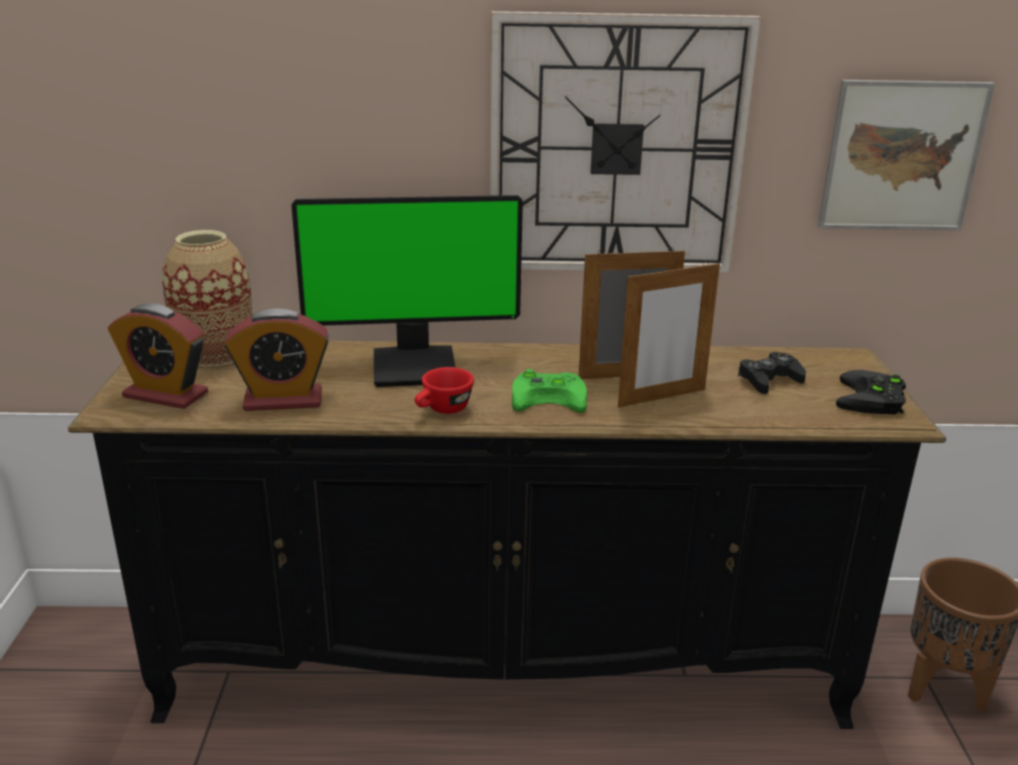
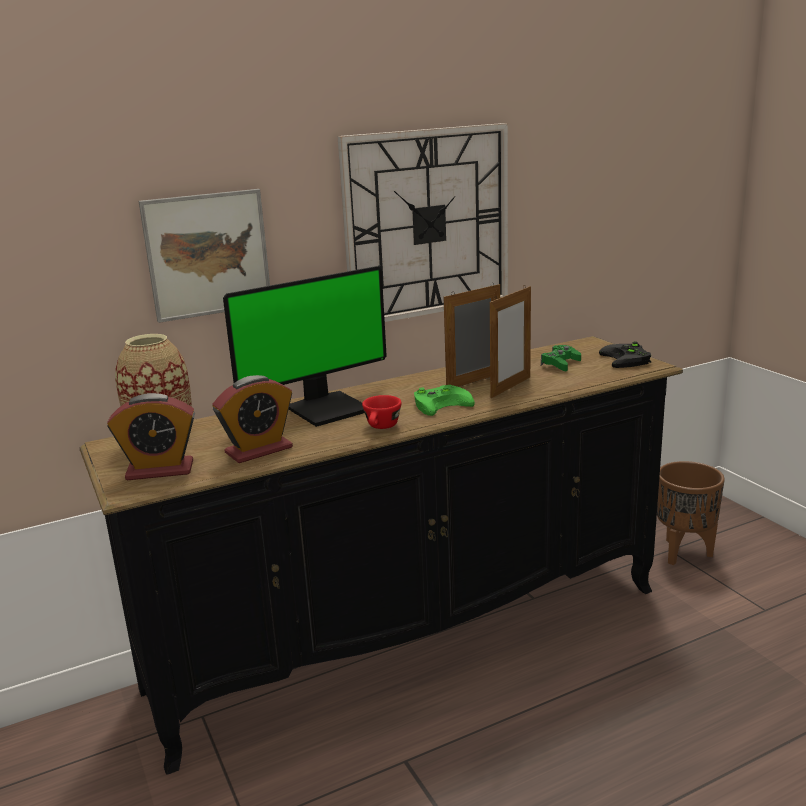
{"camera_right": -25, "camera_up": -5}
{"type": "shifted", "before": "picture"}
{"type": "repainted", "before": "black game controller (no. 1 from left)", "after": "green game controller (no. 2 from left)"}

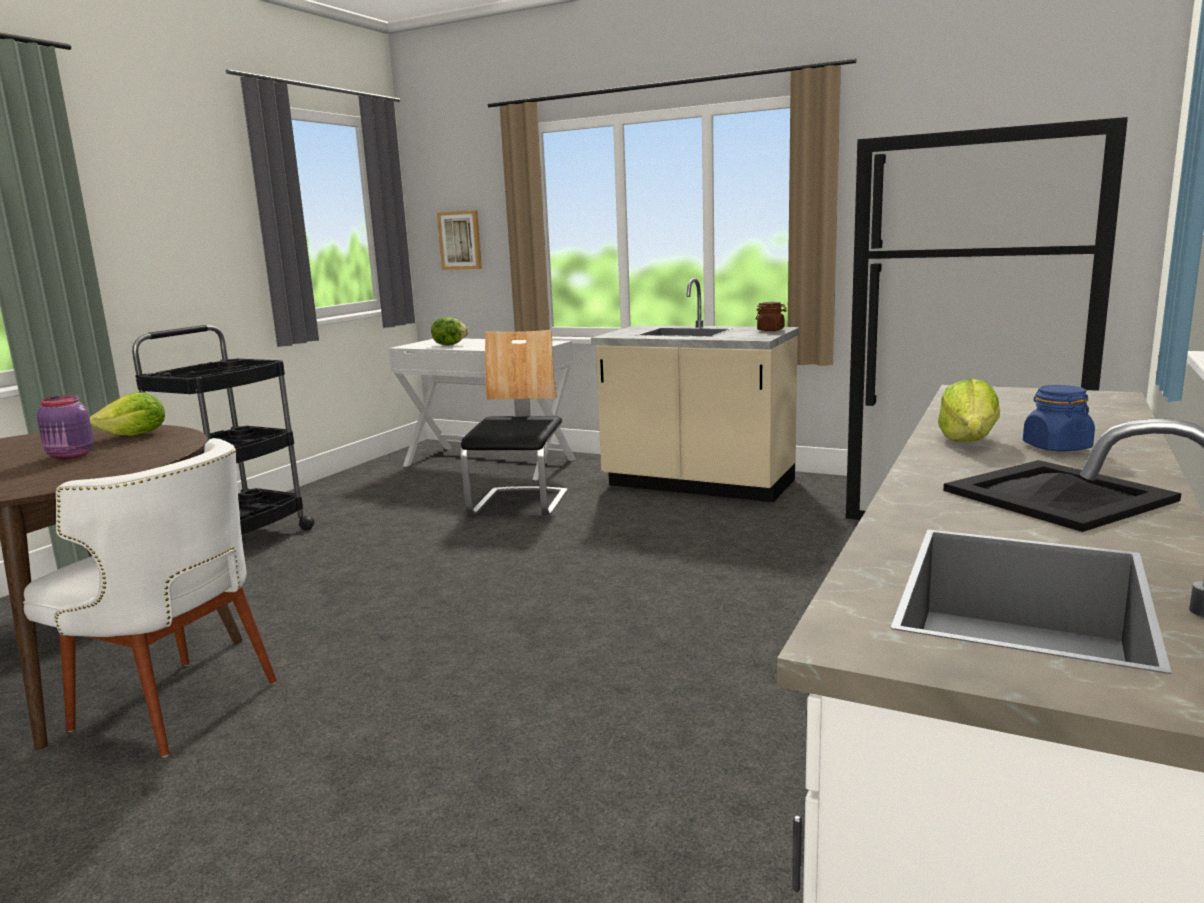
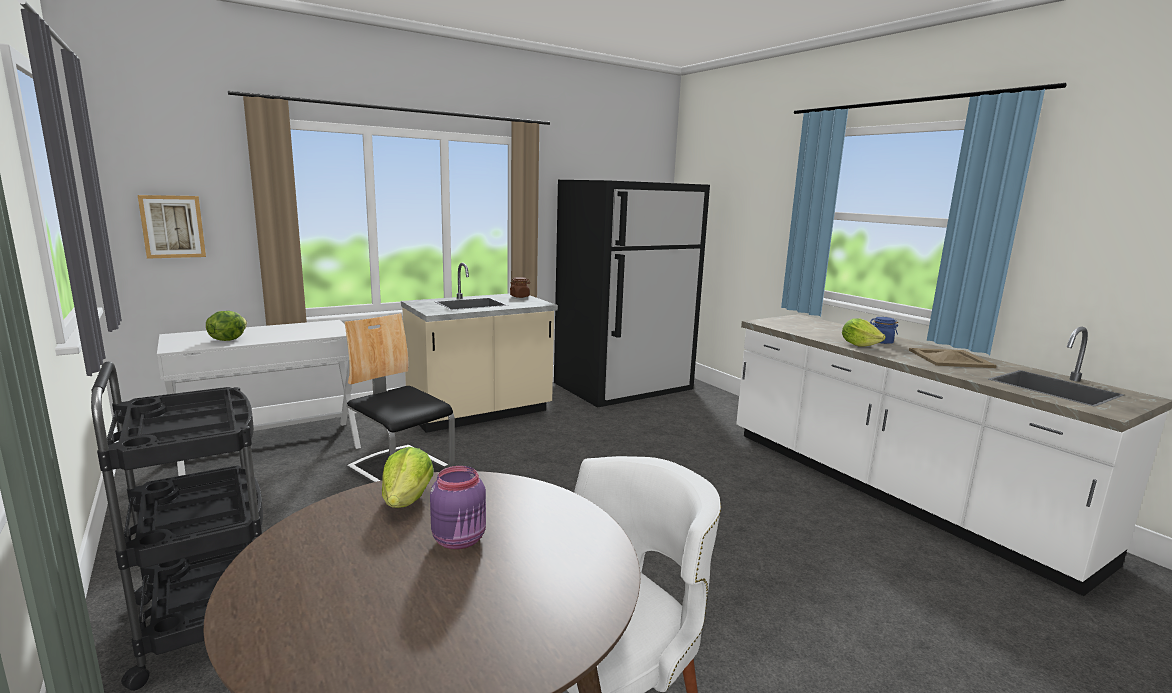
{"camera_right": -60, "camera_up": 0}
{"type": "repainted", "before": "black tray", "after": "beige tray"}

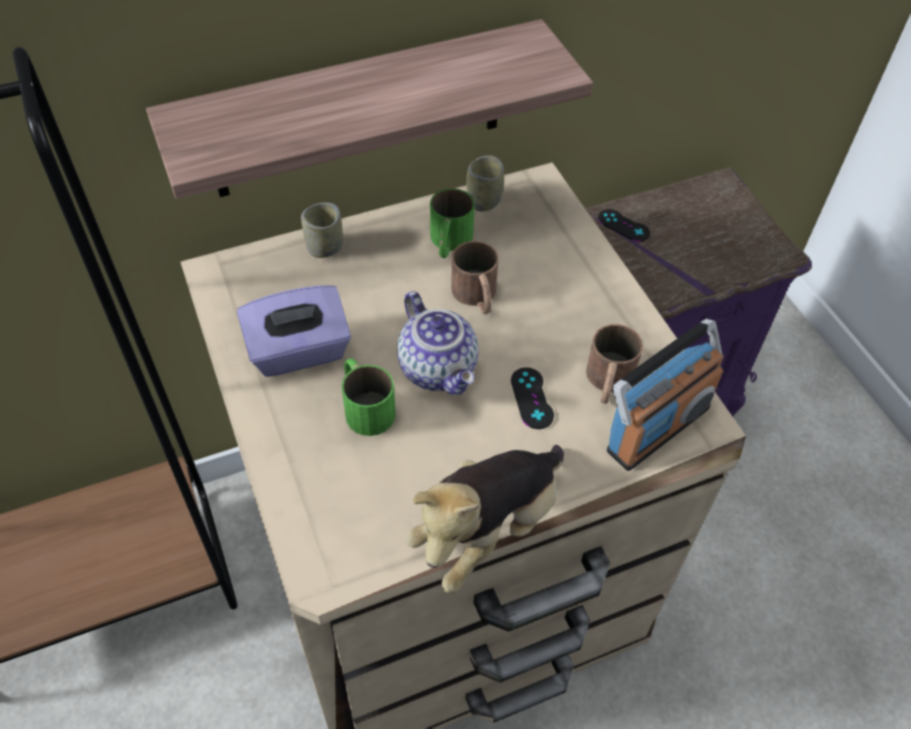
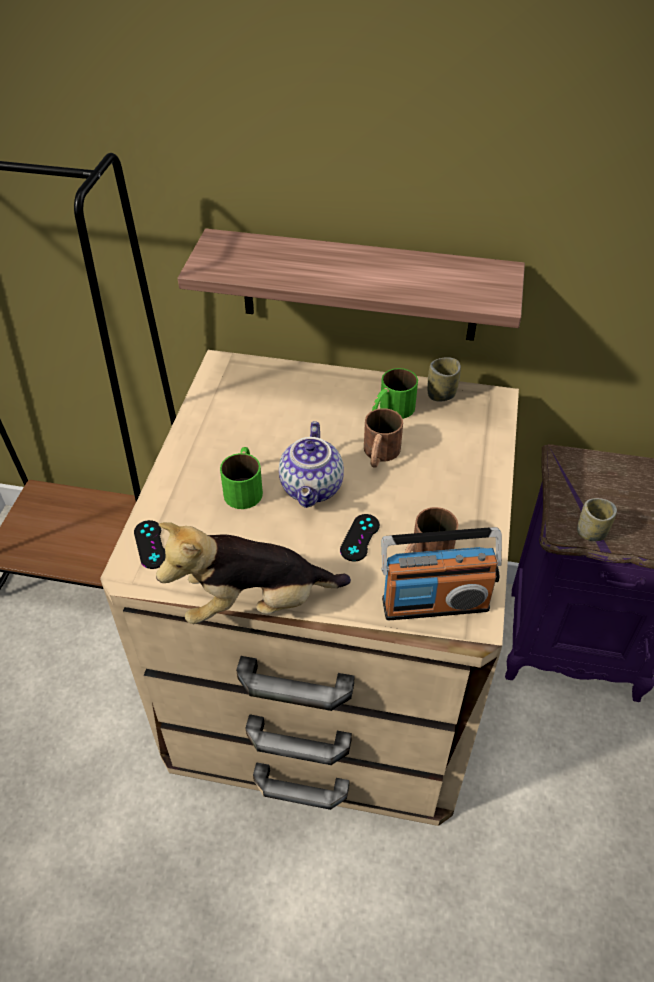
{"camera_right": 35, "camera_up": -5}
{"type": "shifted", "before": "cup (no. 1 from left in the first image)", "after": "cup (no. 2 from left)"}
{"type": "shifted", "before": "black game controller (no. 2 from left in the first image)", "after": "black game controller (no. 1 from left)"}
{"type": "gone", "before": "purple tissue box"}

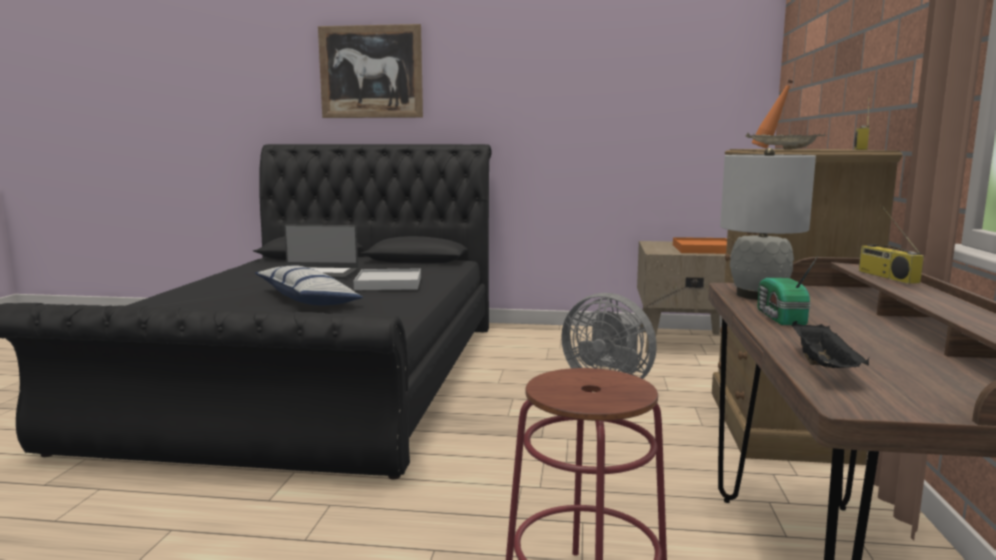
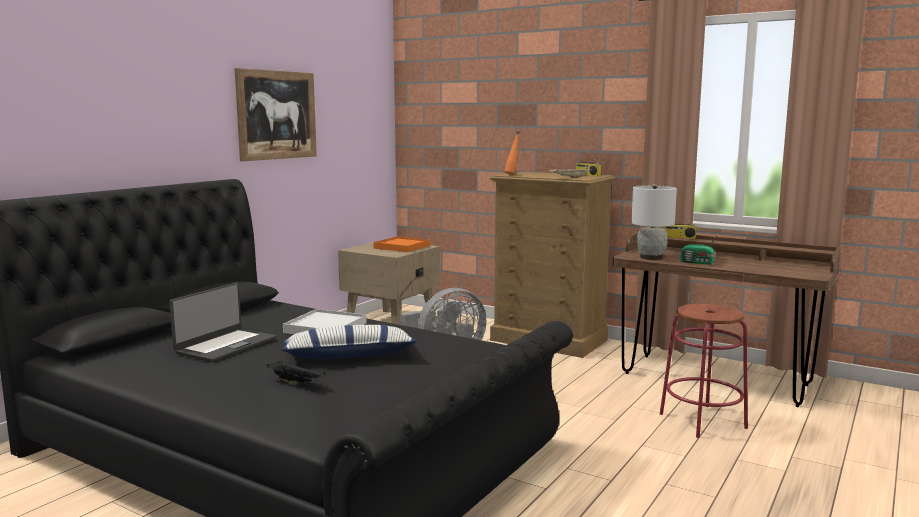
{"camera_right": -65, "camera_up": 0}
{"type": "shifted", "before": "picture"}
{"type": "shifted", "before": "black tray"}

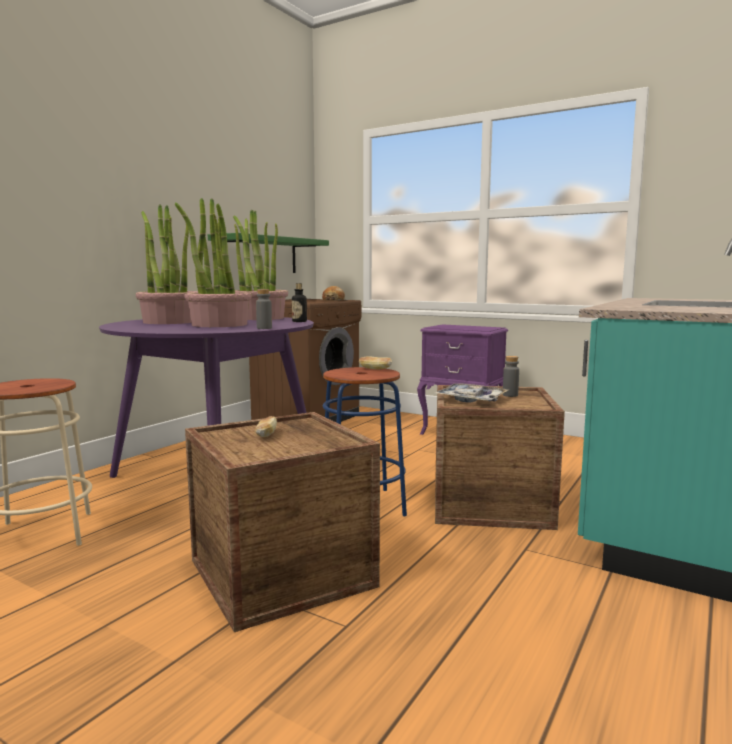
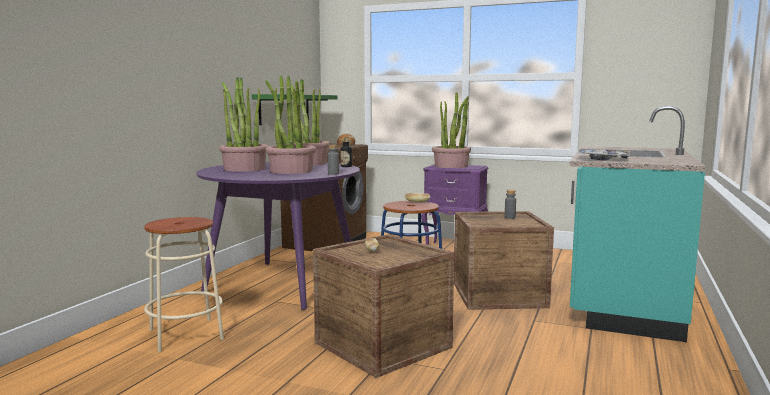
{"camera_right": -10, "camera_up": 0}
{"type": "shifted", "before": "tray"}
{"type": "new", "after": "potted plant (no. 4 from left)"}

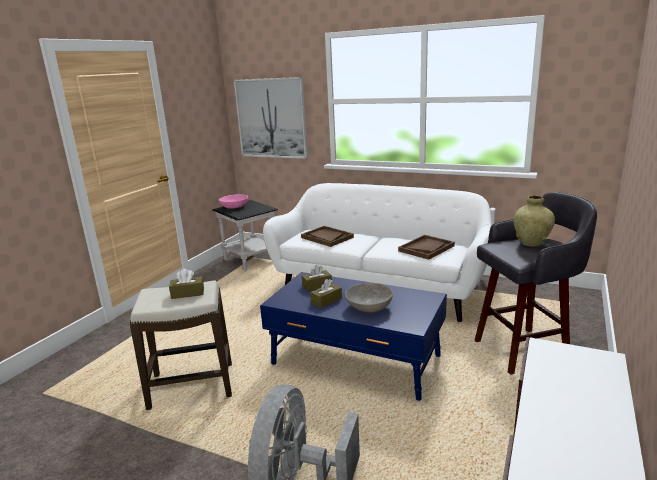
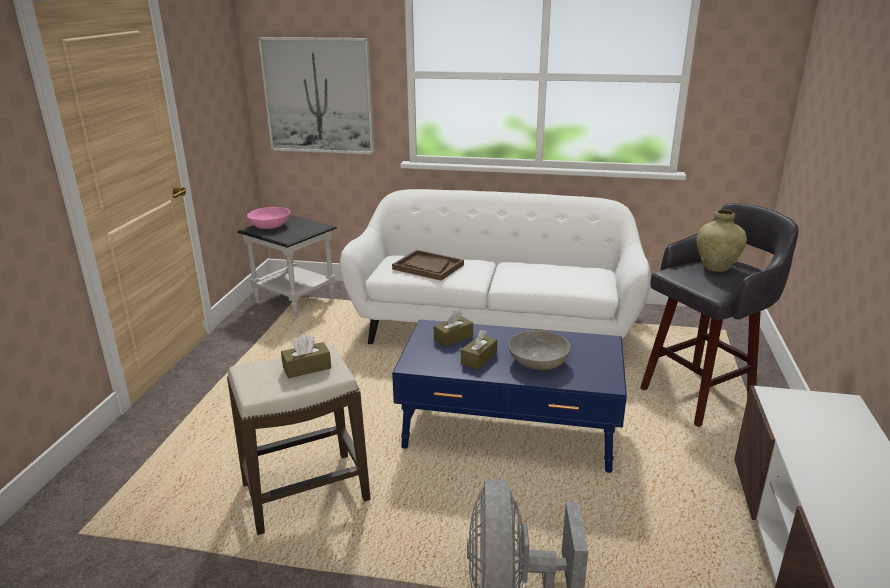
{"camera_right": -15, "camera_up": 5}
{"type": "gone", "before": "brown tray (no. 2 from left)"}

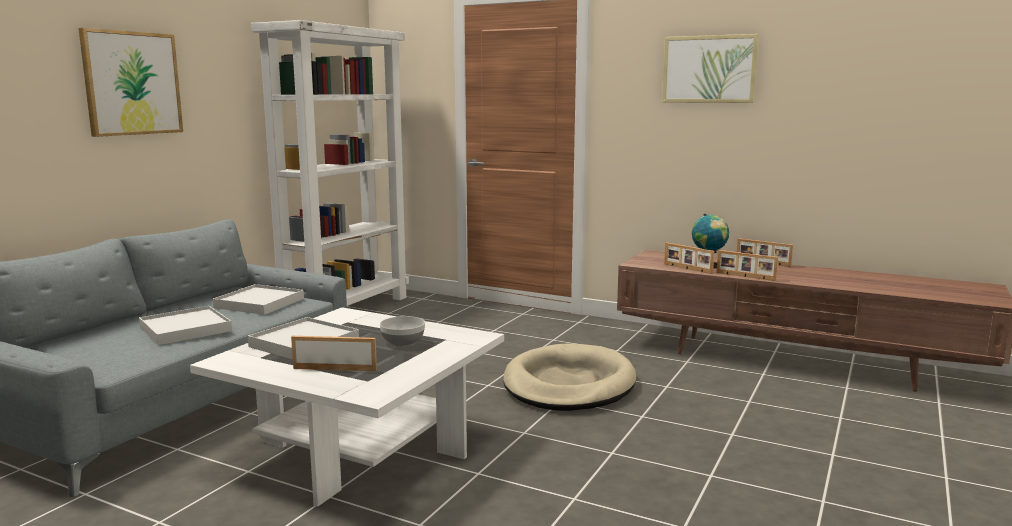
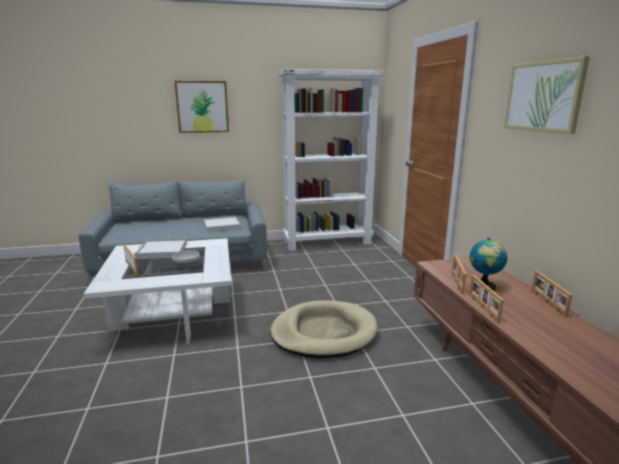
{"camera_right": 50, "camera_up": 5}
{"type": "gone", "before": "white tray (no. 1 from left)"}

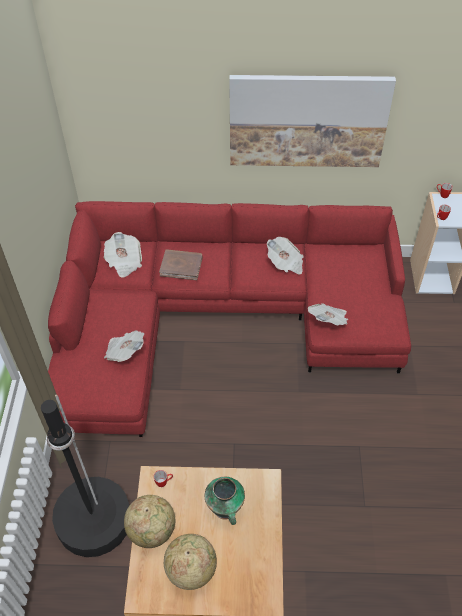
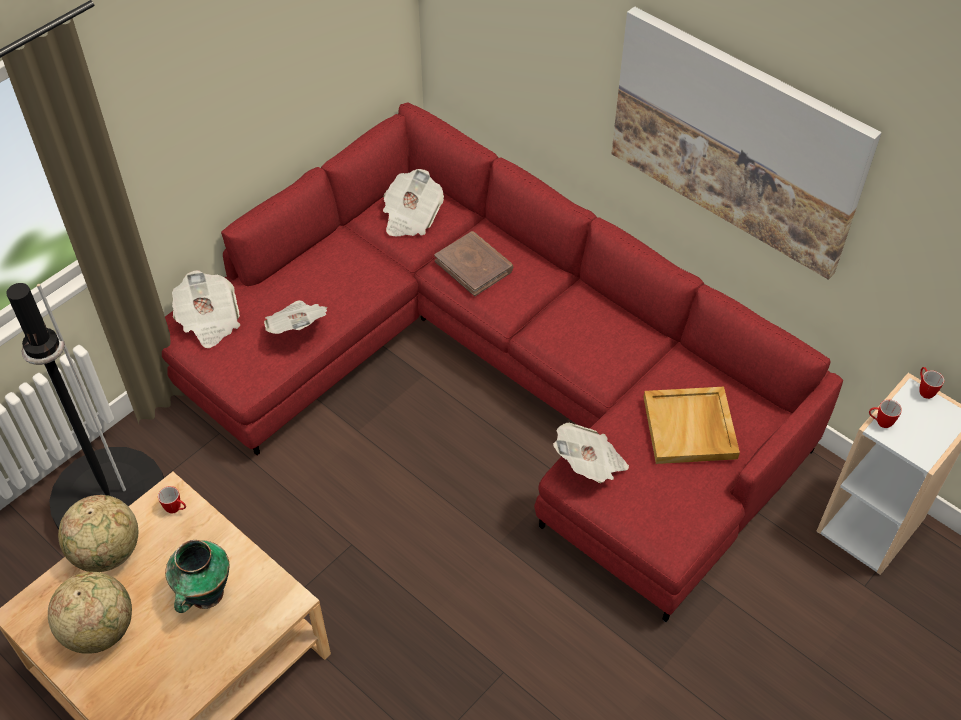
{"camera_right": 40, "camera_up": 0}
{"type": "shifted", "before": "newspaper (no. 3 from left in the first image)", "after": "newspaper (no. 1 from left)"}
{"type": "new", "after": "beige tray"}

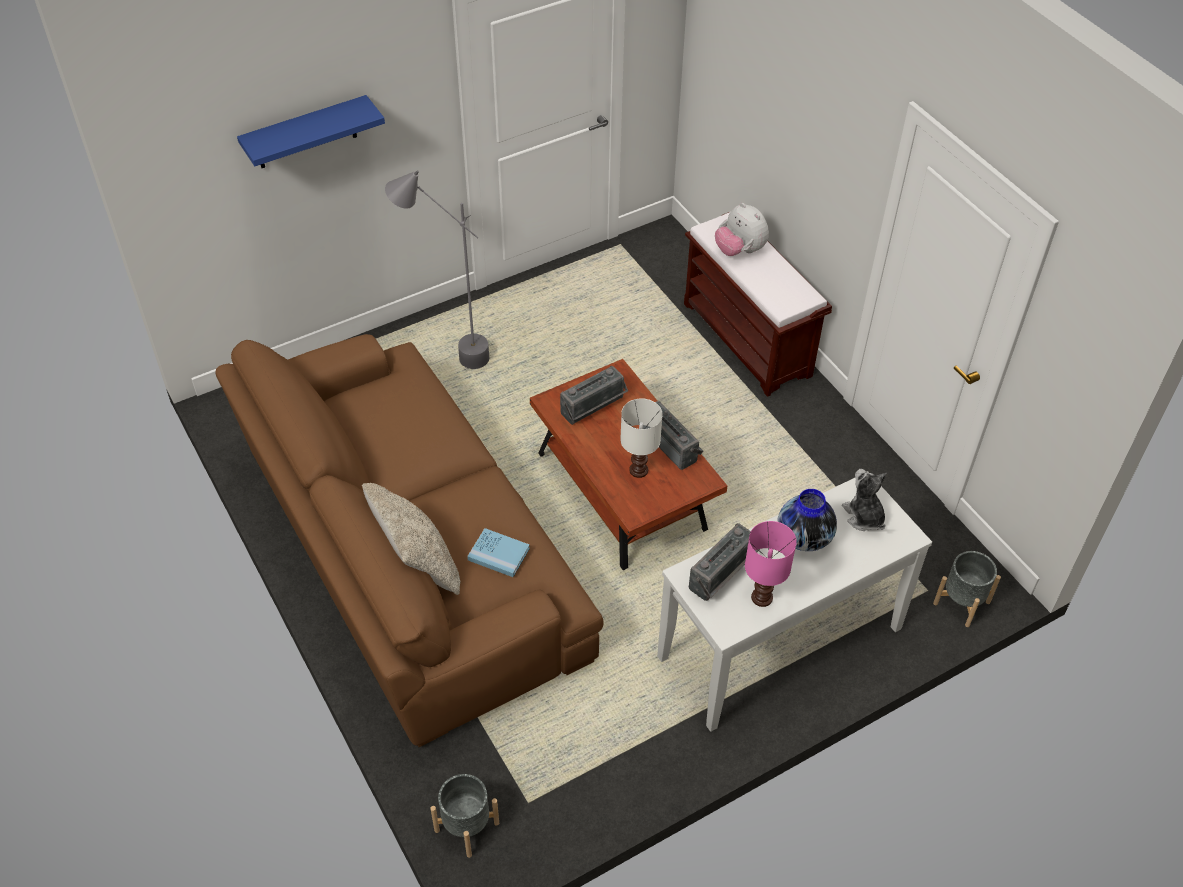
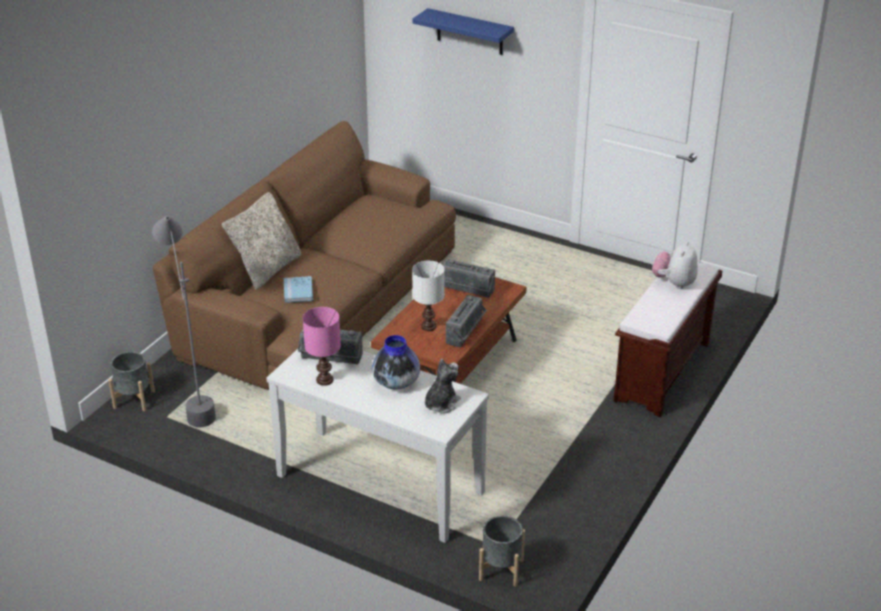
{"camera_right": 60, "camera_up": -15}
{"type": "shifted", "before": "grey floor lamp"}

